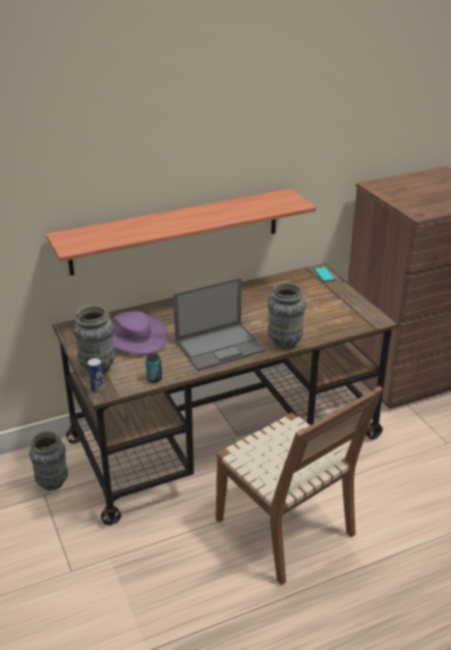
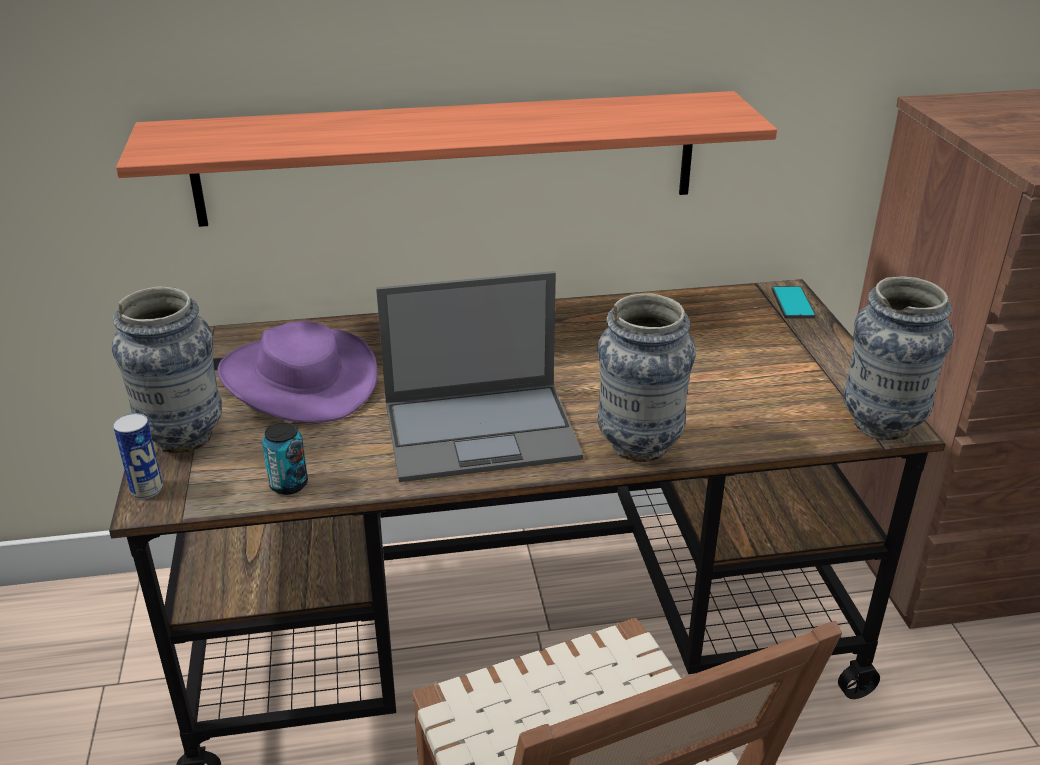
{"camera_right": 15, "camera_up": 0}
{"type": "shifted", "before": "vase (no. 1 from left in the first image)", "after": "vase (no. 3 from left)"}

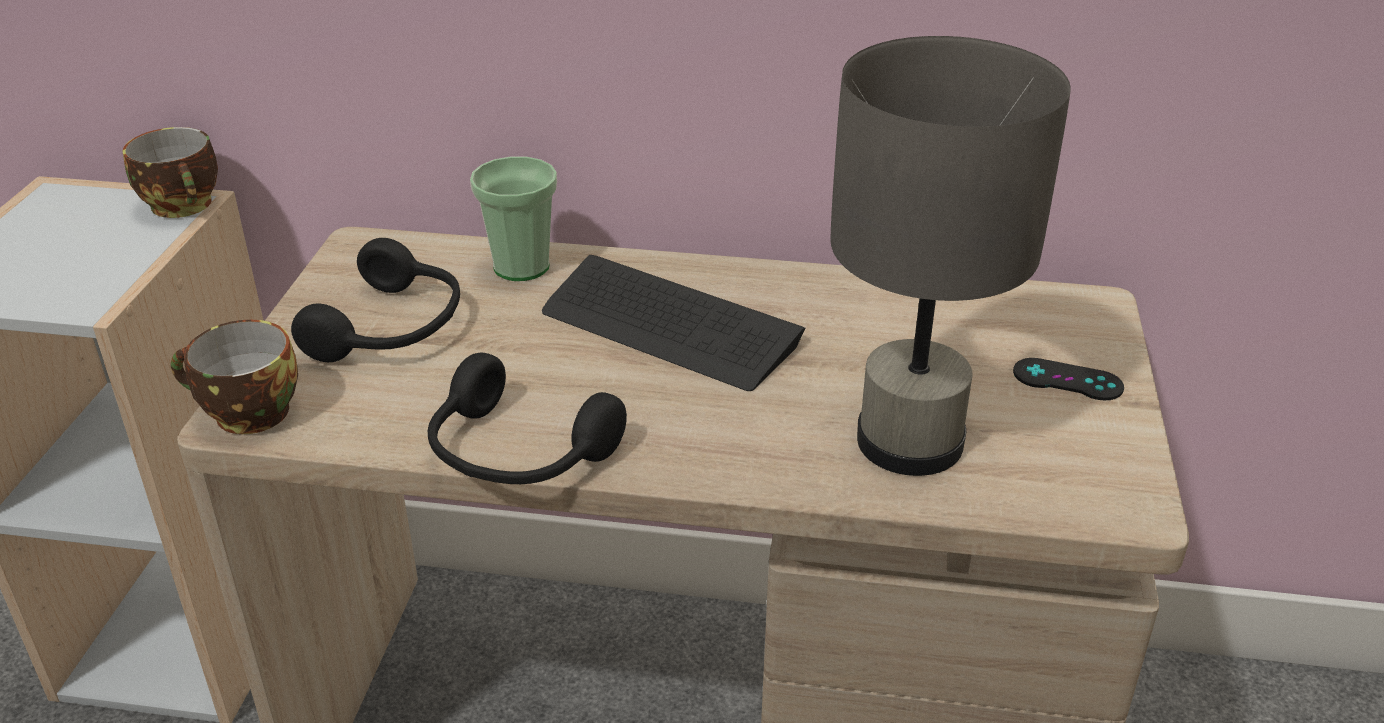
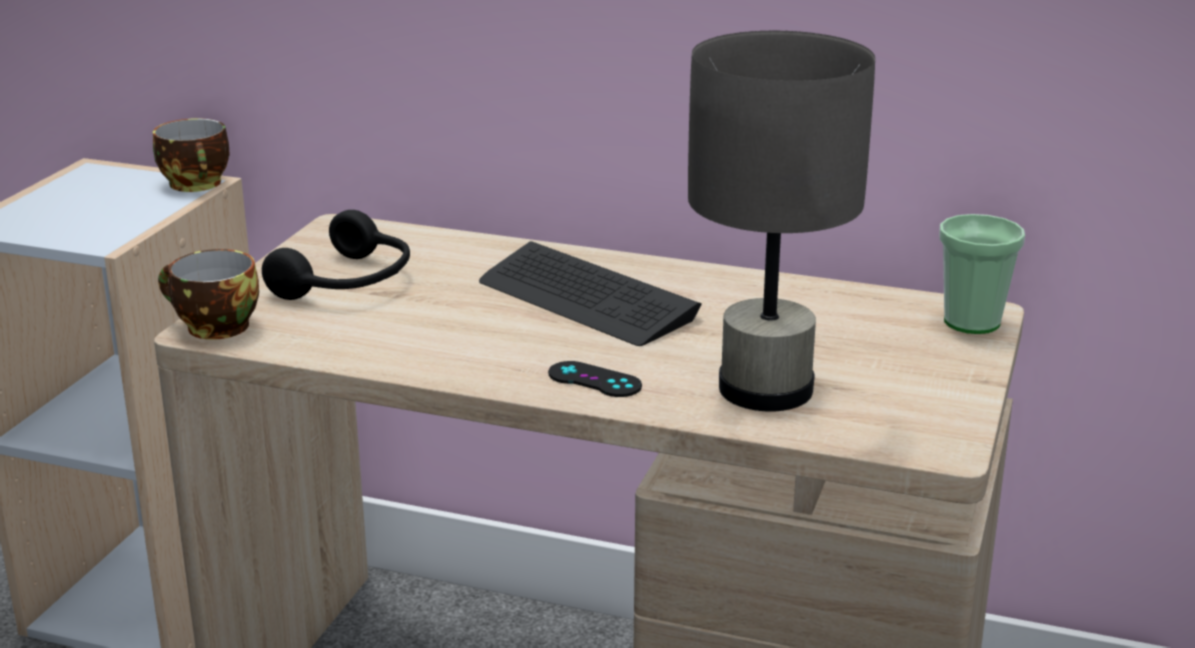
{"camera_right": 10, "camera_up": -10}
{"type": "shifted", "before": "cup (no. 3 from left)"}
{"type": "gone", "before": "black headphones (no. 2 from left)"}
{"type": "shifted", "before": "black game controller"}

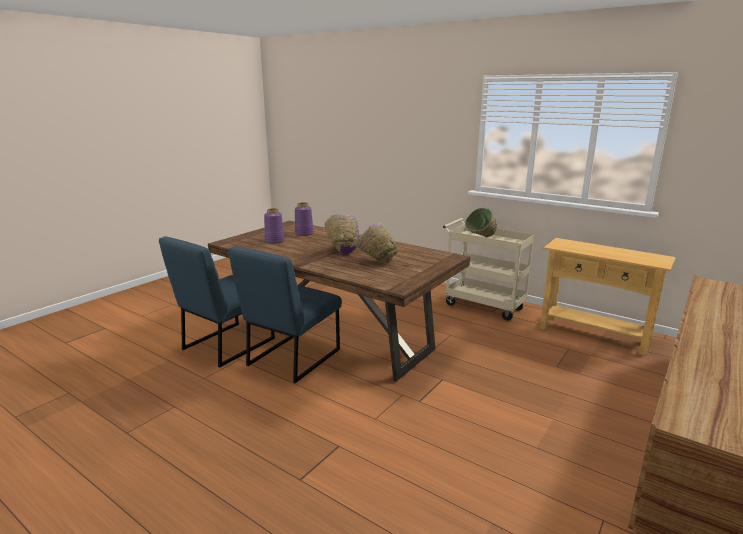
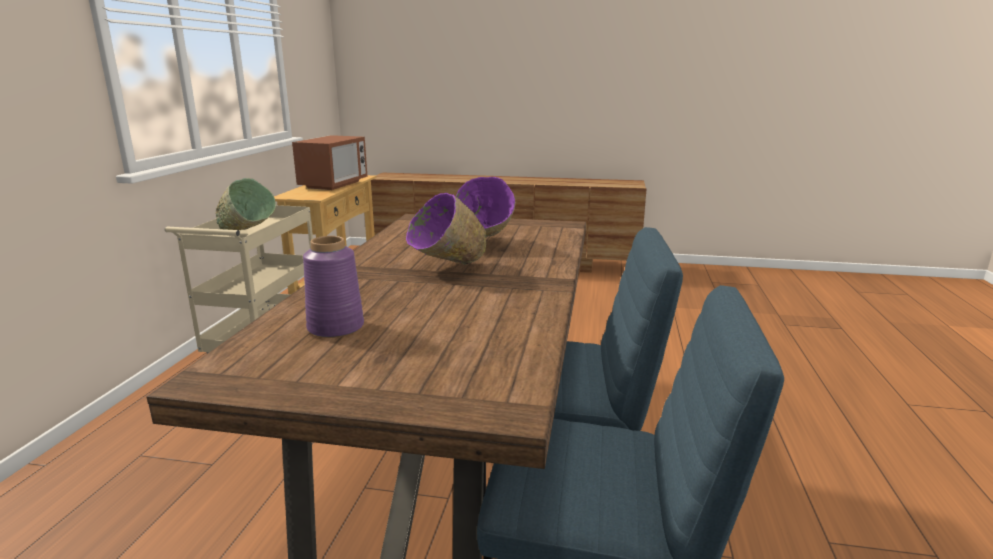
{"camera_right": -115, "camera_up": 0}
{"type": "gone", "before": "purple vase (no. 1 from left)"}
{"type": "new", "after": "microwave"}

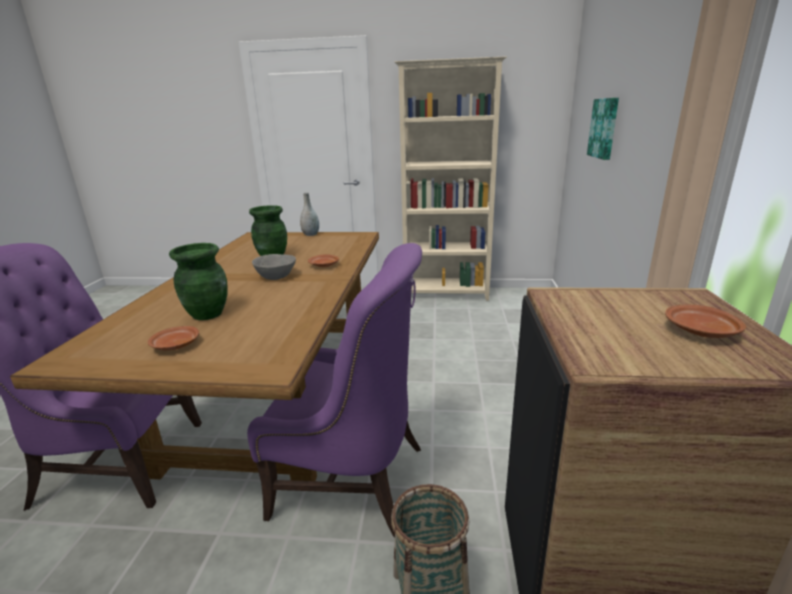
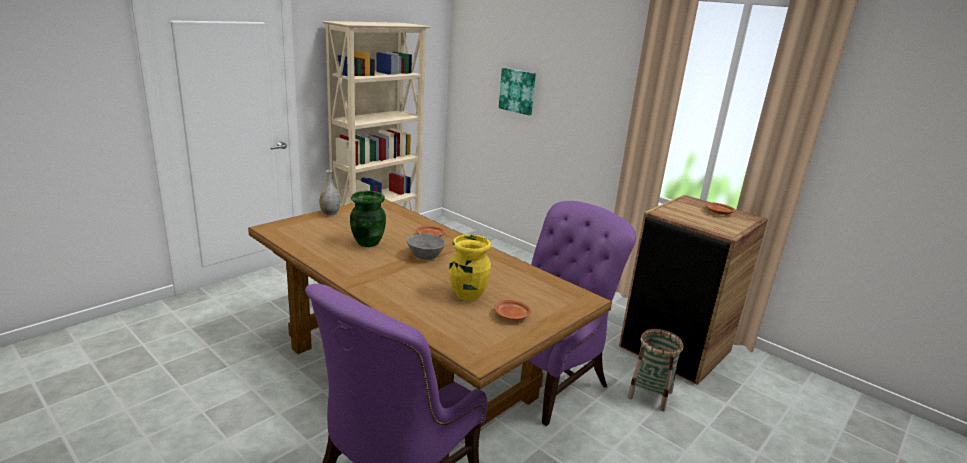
{"camera_right": -55, "camera_up": 0}
{"type": "repainted", "before": "green vase (no. 1 from left)", "after": "yellow vase"}

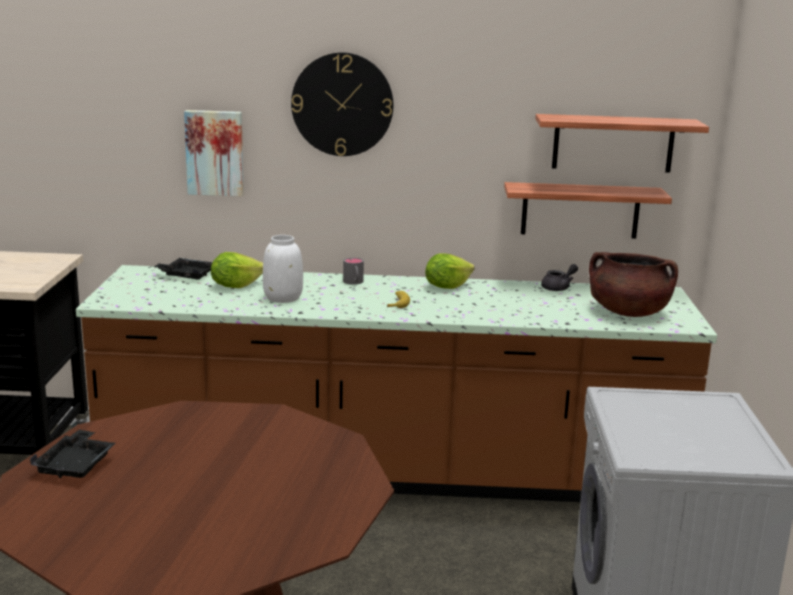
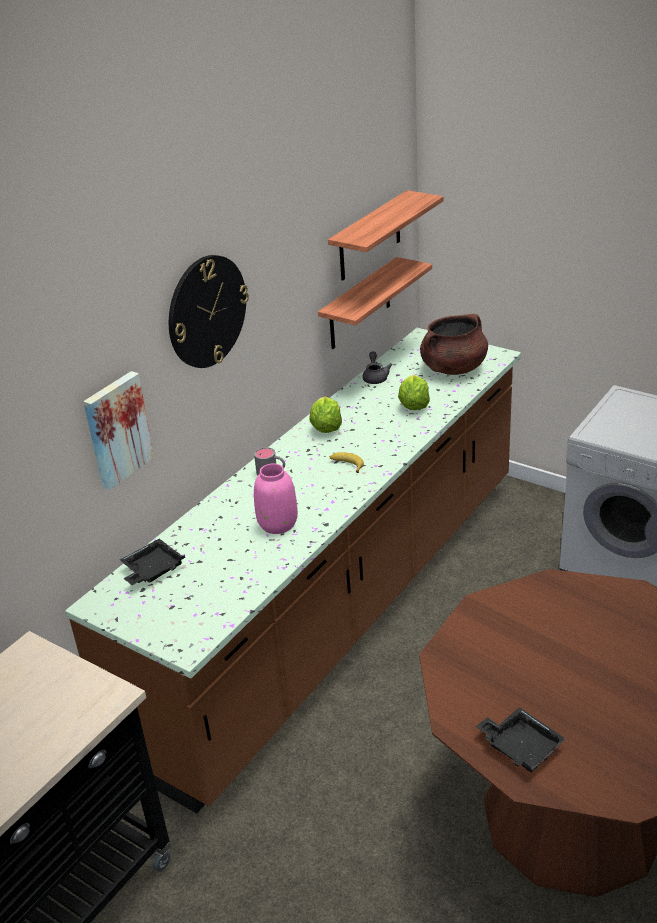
{"camera_right": -55, "camera_up": 15}
{"type": "repainted", "before": "white vase", "after": "pink vase"}
{"type": "shifted", "before": "lettuce (no. 1 from left in the first image)", "after": "lettuce (no. 2 from left)"}

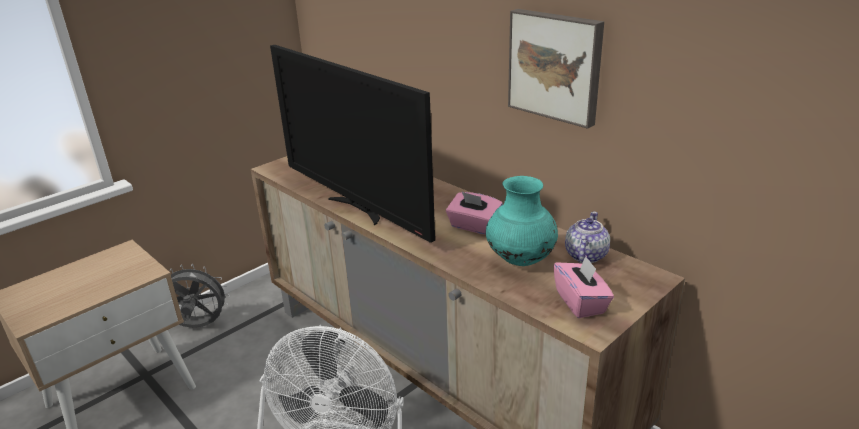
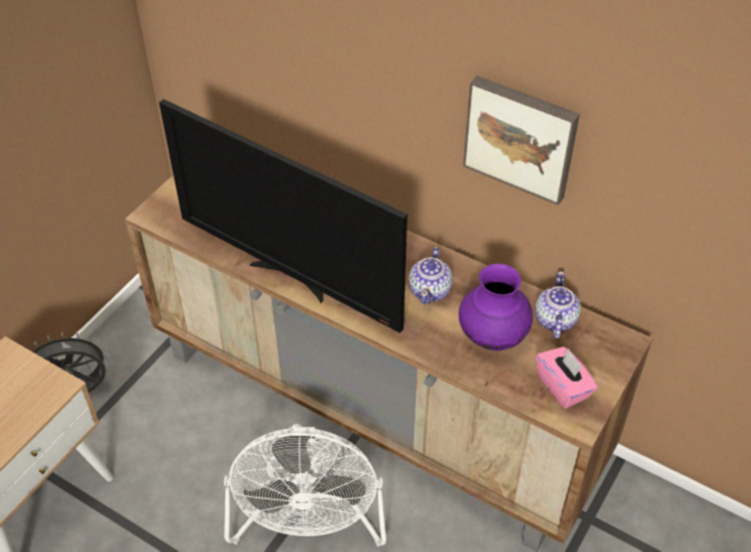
{"camera_right": -15, "camera_up": 20}
{"type": "repainted", "before": "turquoise vase", "after": "purple vase"}
{"type": "swapped", "before": "pink tissue box (no. 1 from left)", "after": "teapot (no. 1 from left)"}

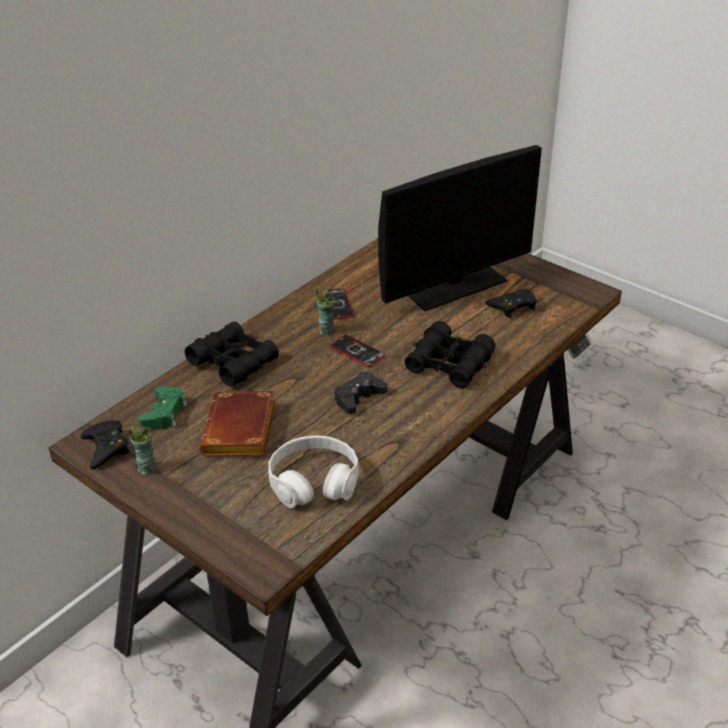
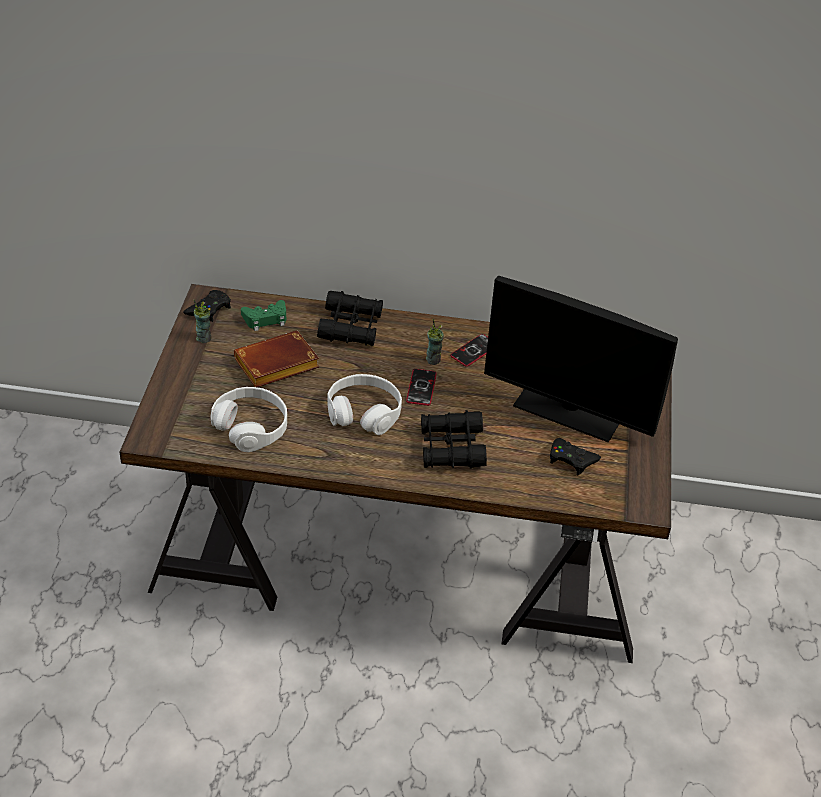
{"camera_right": 55, "camera_up": 5}
{"type": "swapped", "before": "black game controller (no. 2 from left)", "after": "white headphones (no. 2 from left)"}

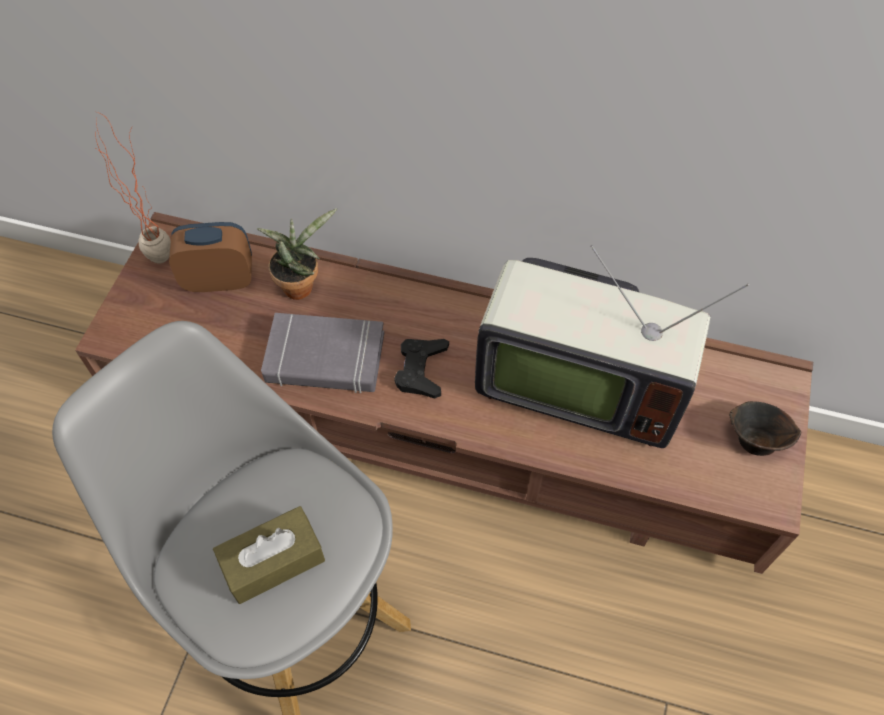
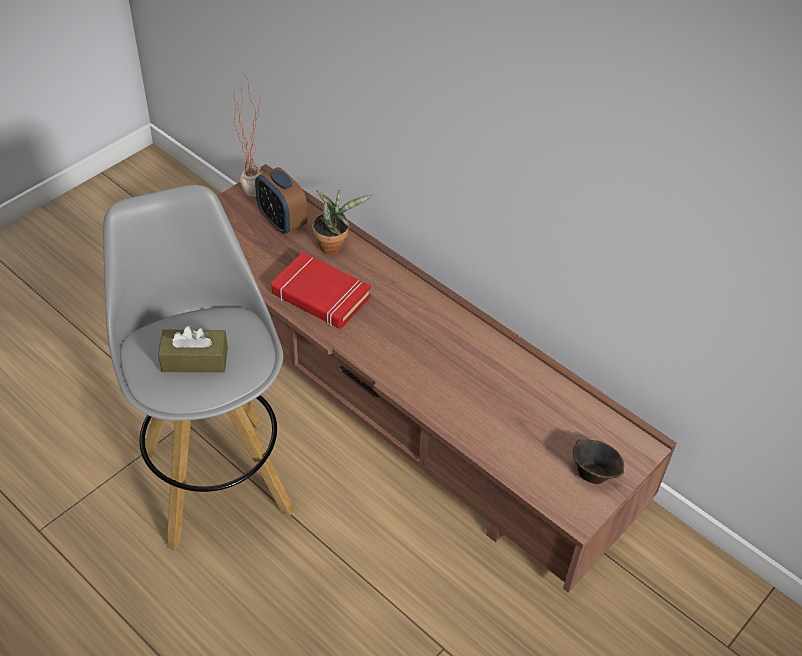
{"camera_right": 25, "camera_up": -10}
{"type": "rotated", "before": "alarm clock", "turn": -150}
{"type": "gone", "before": "television"}
{"type": "repainted", "before": "grey book", "after": "red book"}
{"type": "gone", "before": "black game controller"}

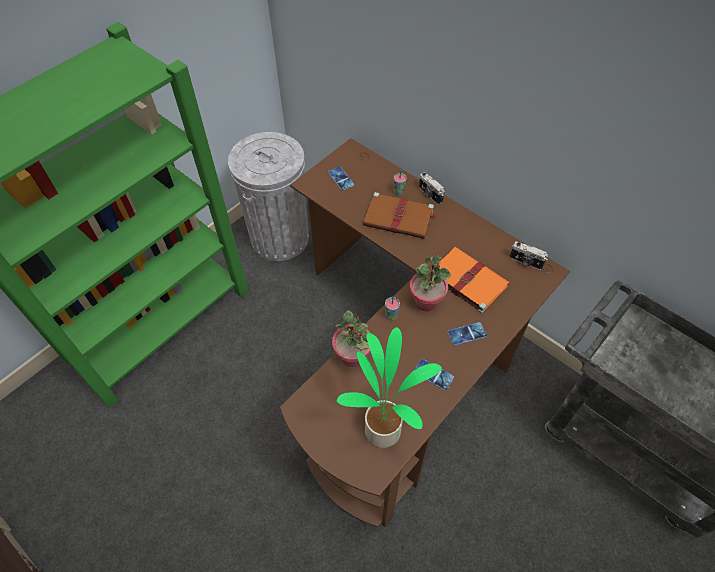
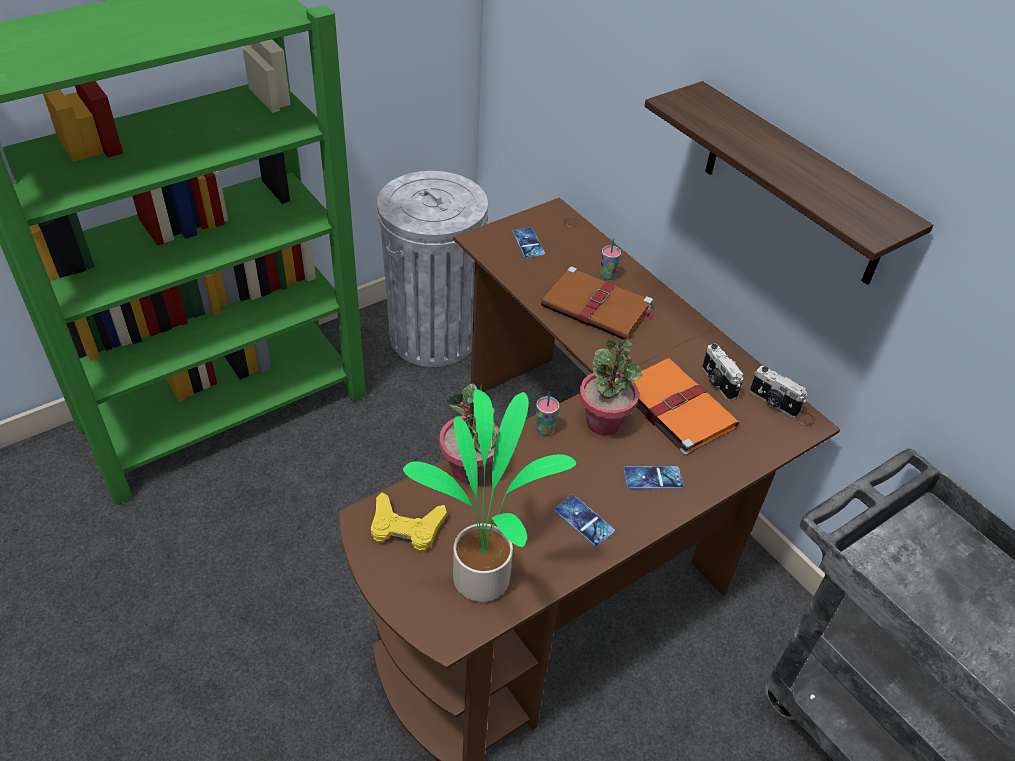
{"camera_right": 10, "camera_up": -10}
{"type": "shifted", "before": "photo camera (no. 1 from left)"}
{"type": "new", "after": "shelf"}
{"type": "new", "after": "yellow game controller"}

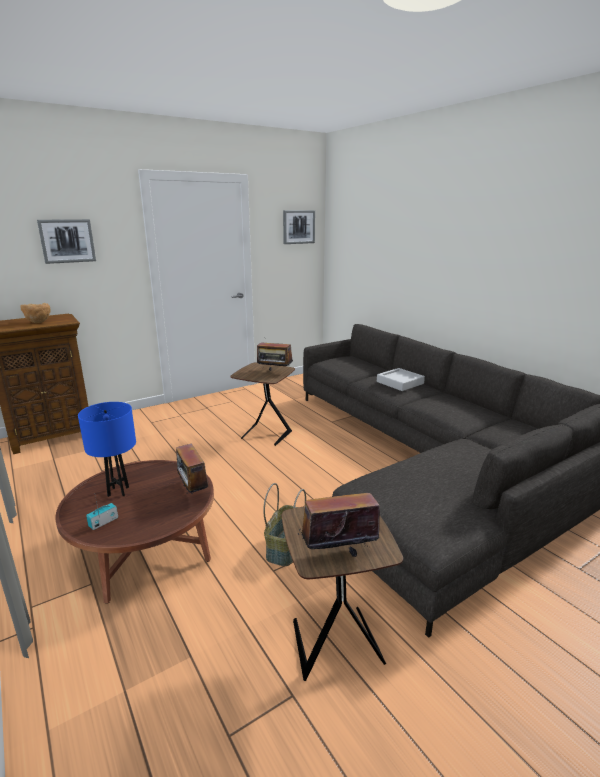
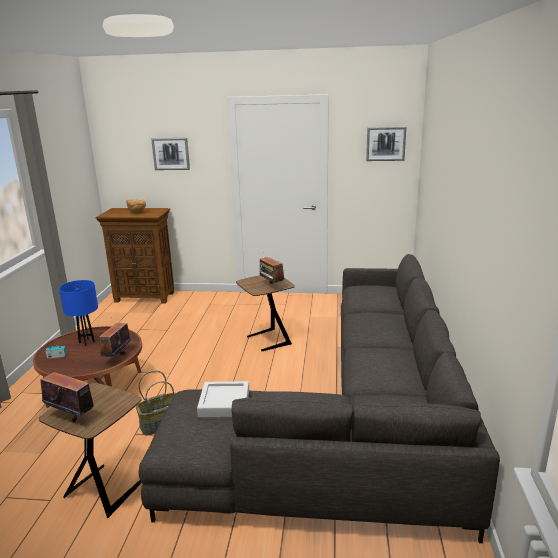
{"camera_right": 40, "camera_up": 0}
{"type": "shifted", "before": "grey tray"}

